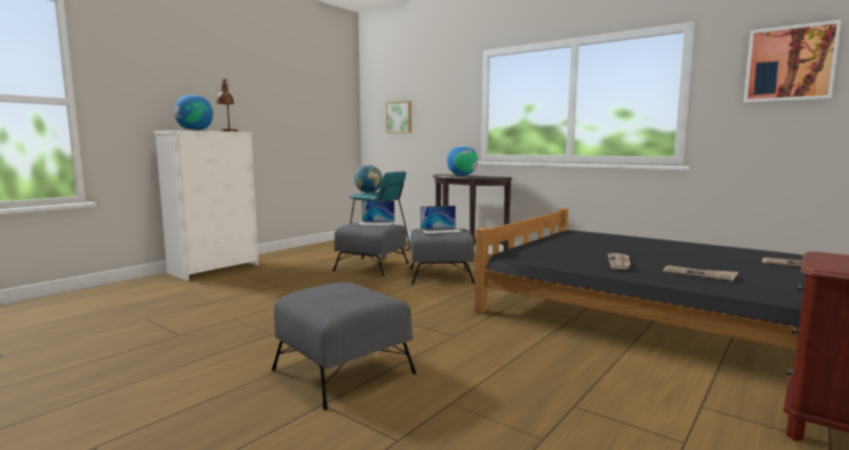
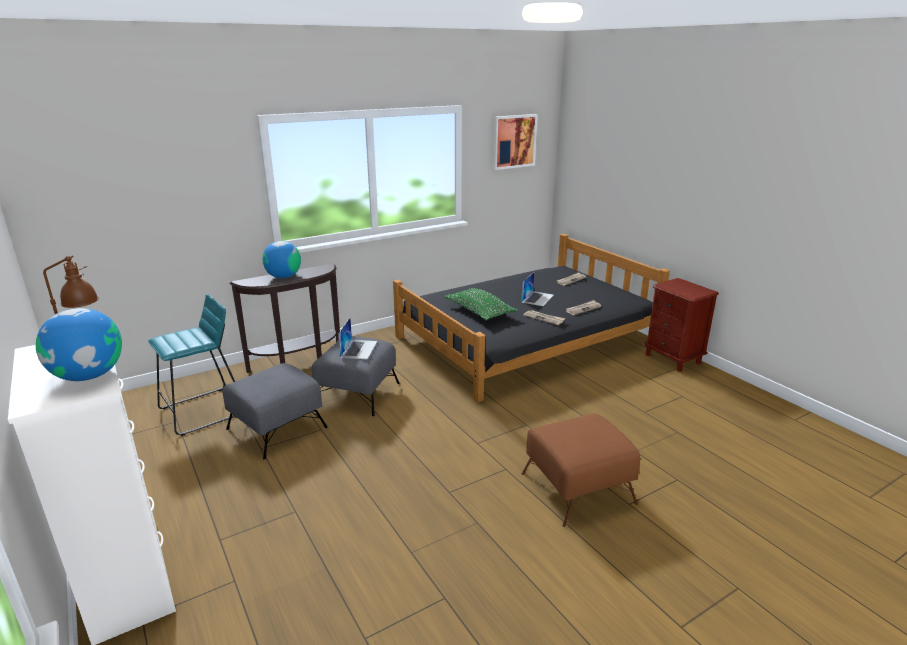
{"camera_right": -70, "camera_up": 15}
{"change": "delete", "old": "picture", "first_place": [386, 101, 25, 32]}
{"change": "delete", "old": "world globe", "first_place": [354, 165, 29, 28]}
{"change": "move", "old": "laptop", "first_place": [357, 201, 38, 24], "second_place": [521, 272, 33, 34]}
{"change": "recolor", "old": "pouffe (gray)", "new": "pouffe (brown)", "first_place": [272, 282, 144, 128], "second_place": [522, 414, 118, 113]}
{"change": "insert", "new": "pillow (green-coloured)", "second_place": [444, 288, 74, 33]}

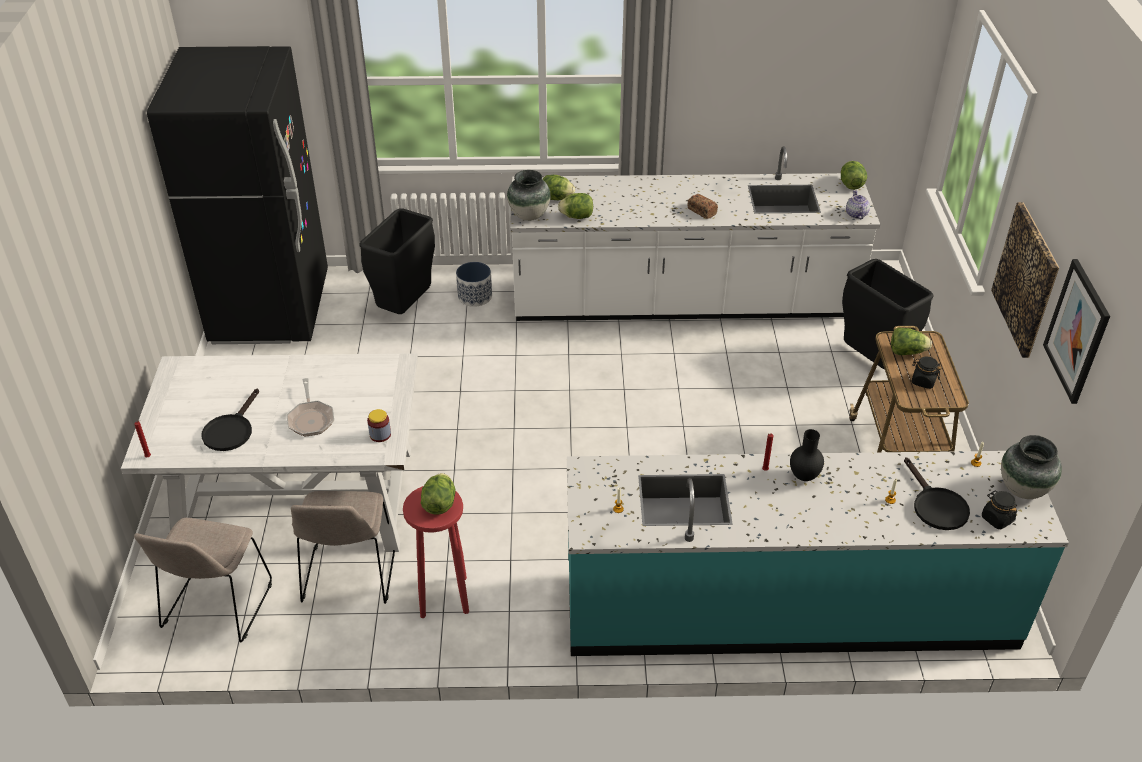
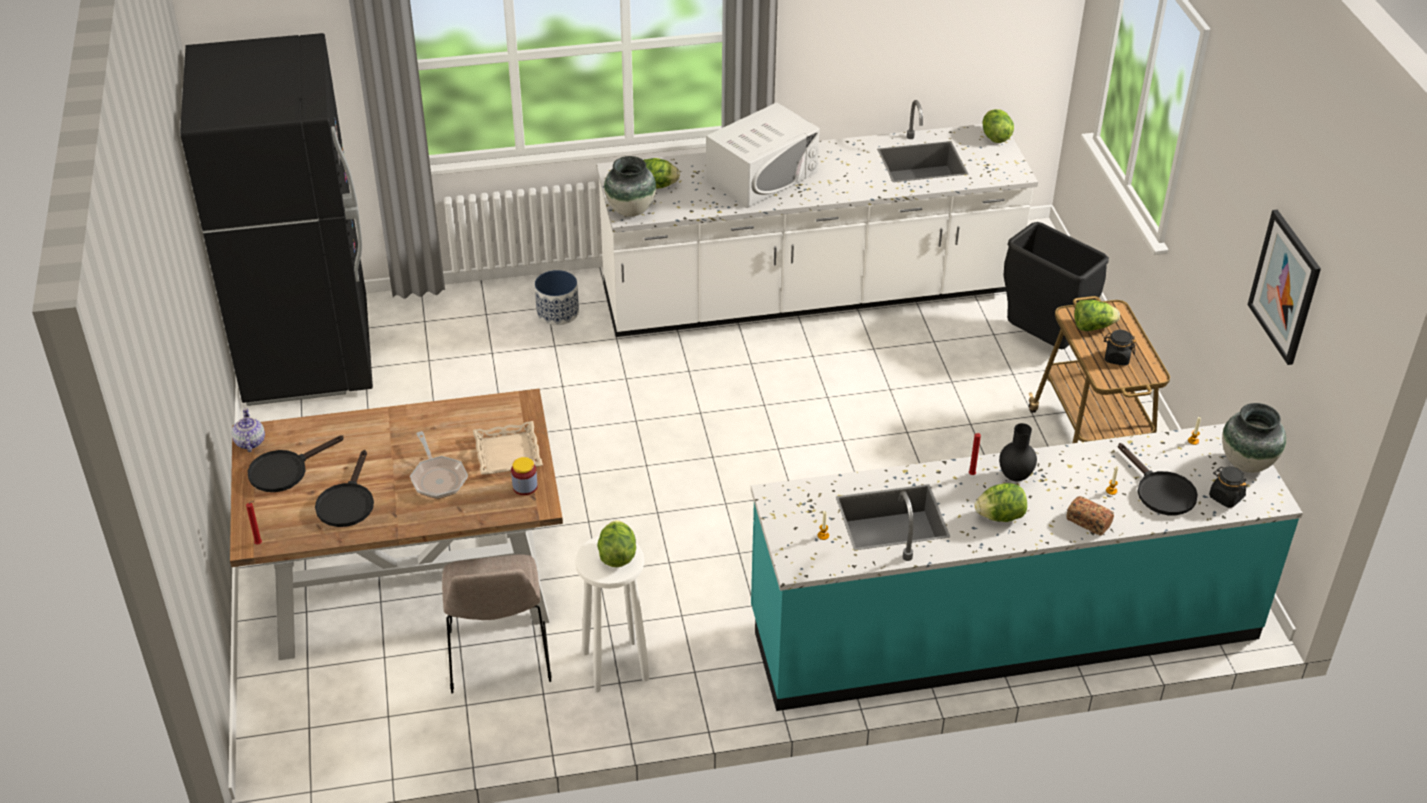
{"camera_right": -10, "camera_up": 0}
{"change": "move", "old": "teapot", "first_place": [846, 190, 24, 29], "second_place": [232, 408, 33, 44]}
{"change": "move", "old": "lettuce", "first_place": [558, 193, 35, 26], "second_place": [975, 483, 52, 39]}
{"change": "move", "old": "baked bread", "first_place": [687, 194, 31, 25], "second_place": [1067, 496, 47, 40]}
{"change": "delete", "old": "picture", "first_place": [991, 202, 68, 156]}
{"change": "delete", "old": "waste bin (black-coloured)", "first_place": [359, 208, 76, 106]}
{"change": "recolor", "old": "dining table (white-coloured)", "new": "dining table (brown)", "first_place": [121, 353, 297, 199], "second_place": [230, 389, 333, 271]}
{"change": "recolor", "old": "stool (red-coloured)", "new": "stool (white-coloured)", "first_place": [403, 486, 66, 132], "second_place": [575, 536, 74, 156]}
{"change": "delete", "old": "upright chair (sand-coloured)", "first_place": [134, 518, 138, 125]}
{"change": "insert", "new": "microwave oven (white-coloured)", "second_place": [706, 102, 114, 106]}
{"change": "insert", "new": "serving tray (sand-coloured)", "second_place": [473, 421, 70, 54]}
{"change": "insert", "new": "pan (black-coloured)", "second_place": [248, 435, 96, 57]}

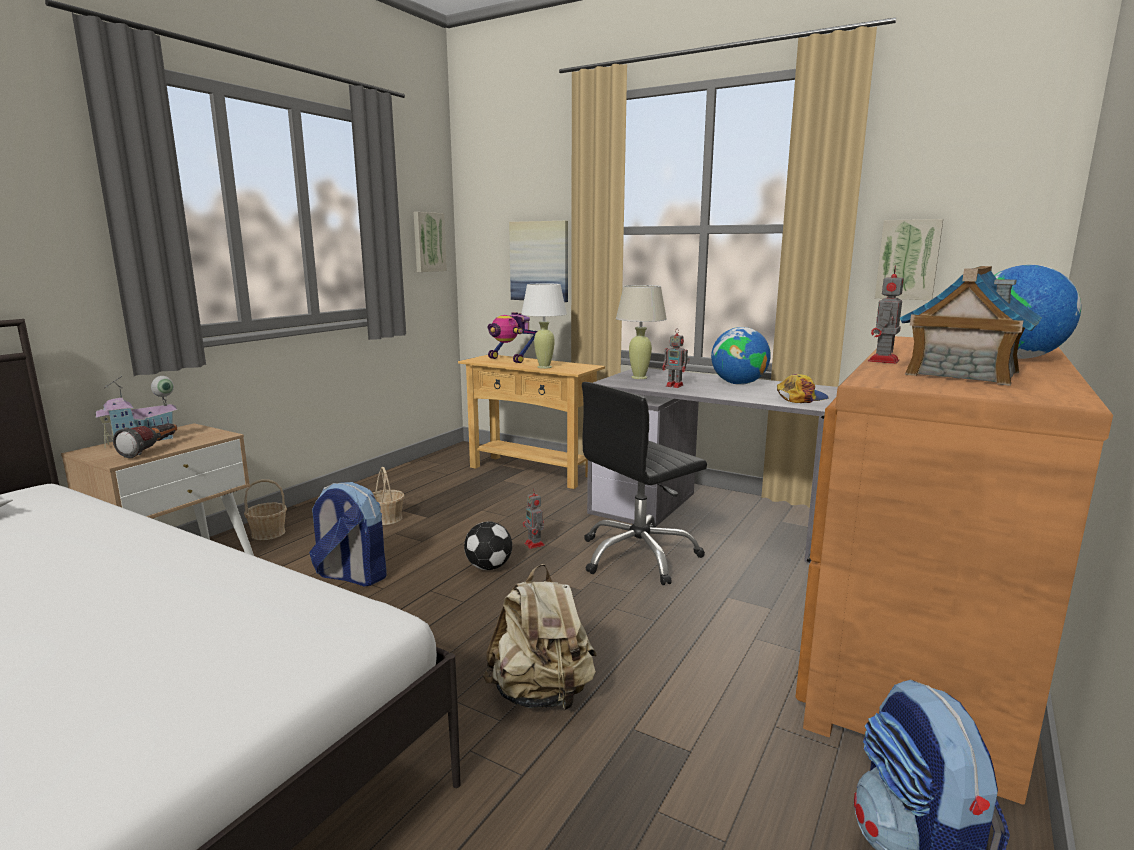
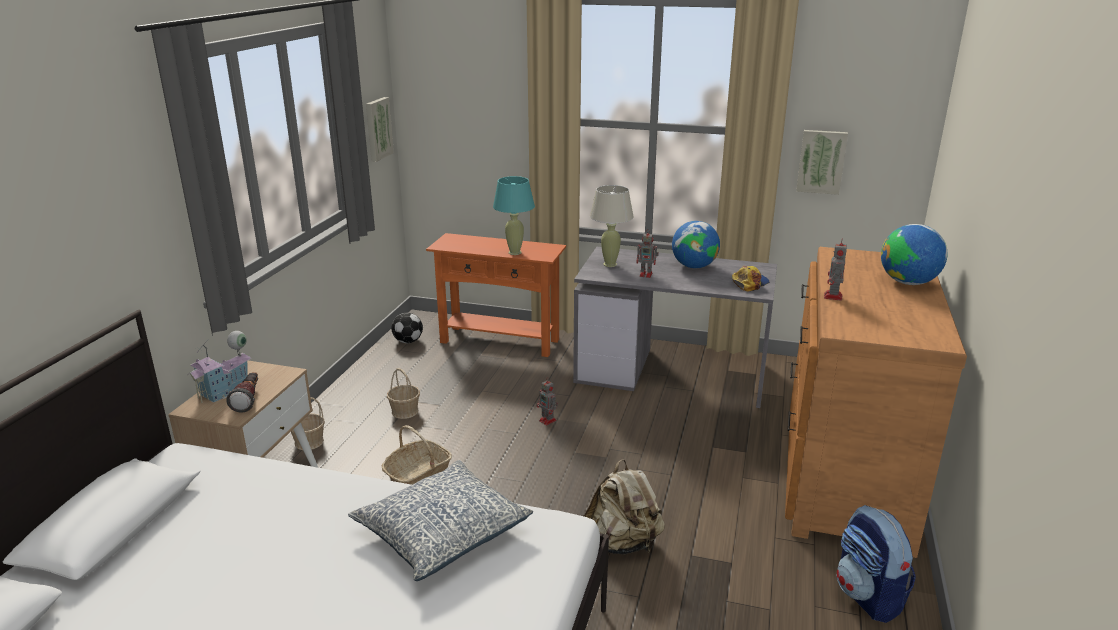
{"camera_right": -15, "camera_up": 10}
{"change": "delete", "old": "picture", "first_place": [509, 221, 59, 81]}
{"change": "delete", "old": "model house", "first_place": [900, 266, 142, 120]}
{"change": "recolor", "old": "table lamp (white-coloured)", "new": "table lamp (blue-green)", "first_place": [521, 283, 46, 86], "second_place": [493, 176, 42, 79]}
{"change": "delete", "old": "model robot", "first_place": [488, 312, 49, 51]}
{"change": "recolor", "old": "console table (sand-coloured)", "new": "console table (orangey)", "first_place": [458, 355, 147, 134], "second_place": [426, 233, 140, 124]}
{"change": "delete", "old": "desk chair (black-coloured)", "first_place": [582, 382, 125, 203]}
{"change": "replace", "old": "knapsack", "new": "storage basket", "first_place": [309, 482, 78, 104], "second_place": [382, 425, 70, 60]}
{"change": "move", "old": "football ball", "first_place": [464, 521, 48, 49], "second_place": [391, 313, 32, 30]}
{"change": "insert", "new": "pillow", "second_place": [348, 460, 185, 121]}

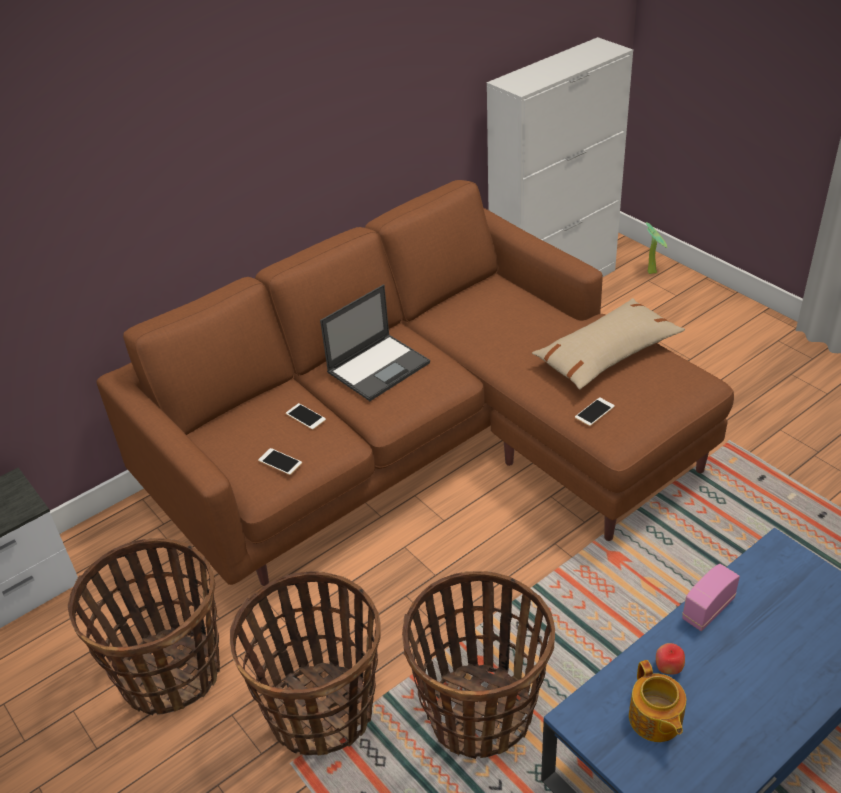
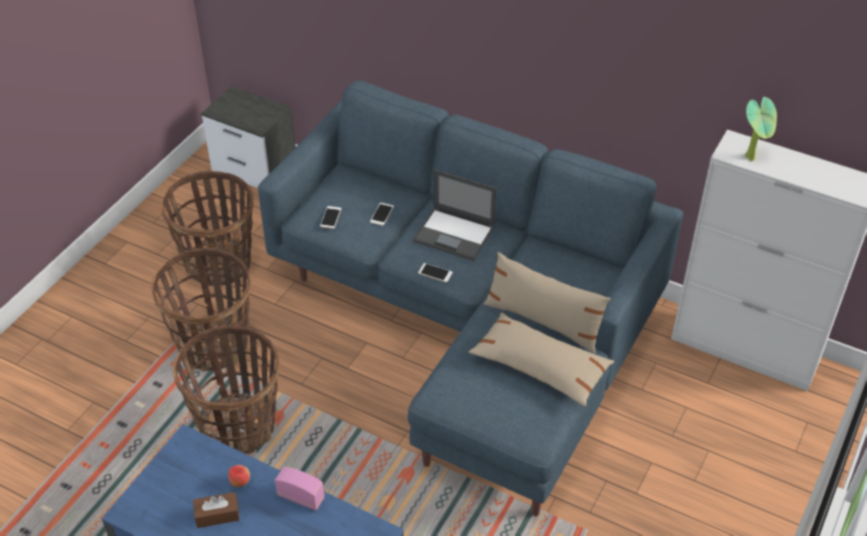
{"camera_right": 65, "camera_up": 5}
{"change": "recolor", "old": "settee (brown)", "new": "settee (blue)", "first_place": [96, 180, 638, 406], "second_place": [258, 80, 425, 436]}
{"change": "move", "old": "potted plant", "first_place": [646, 222, 21, 52], "second_place": [745, 97, 32, 64]}
{"change": "move", "old": "telephone", "first_place": [575, 397, 40, 29], "second_place": [418, 263, 35, 19]}
{"change": "delete", "old": "teapot", "first_place": [629, 660, 57, 82]}
{"change": "insert", "new": "pillow (sand-coloured)", "second_place": [484, 252, 127, 102]}
{"change": "insert", "new": "box of tissues (brown)", "second_place": [193, 492, 46, 36]}

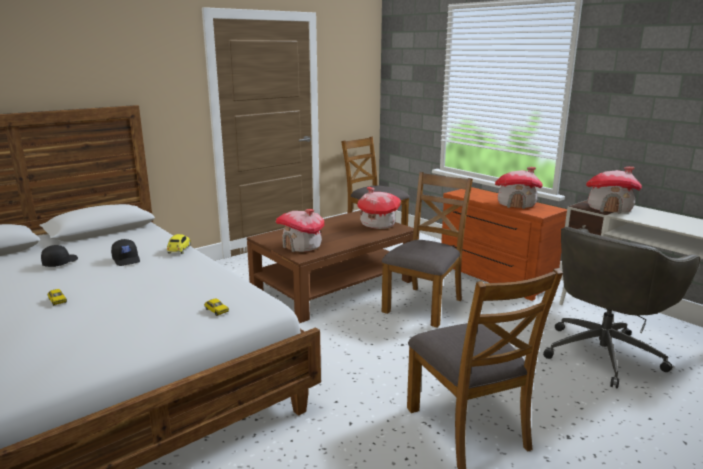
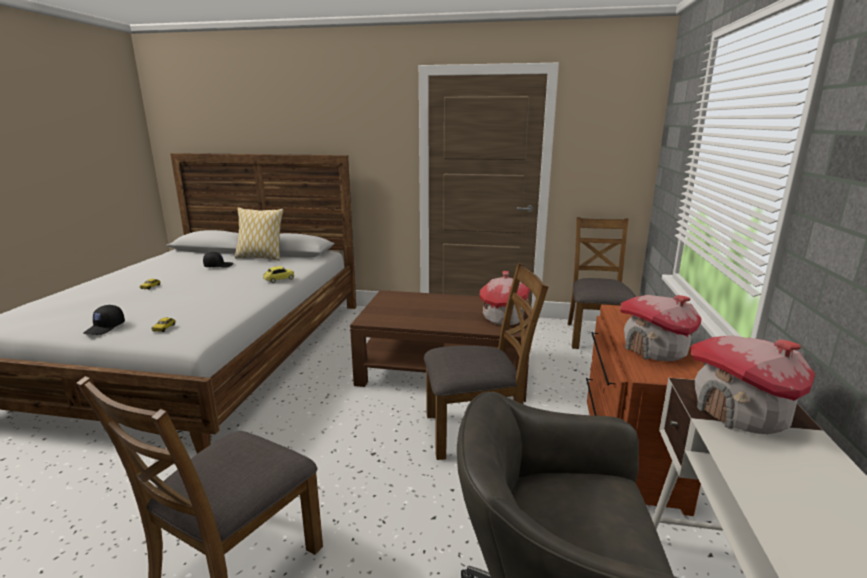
{"camera_right": 50, "camera_up": 0}
{"change": "delete", "old": "model house", "first_place": [276, 209, 48, 43]}
{"change": "move", "old": "baseball cap (black-coloured)", "first_place": [111, 239, 29, 27], "second_place": [84, 305, 41, 30]}
{"change": "insert", "new": "pillow", "second_place": [235, 207, 49, 54]}

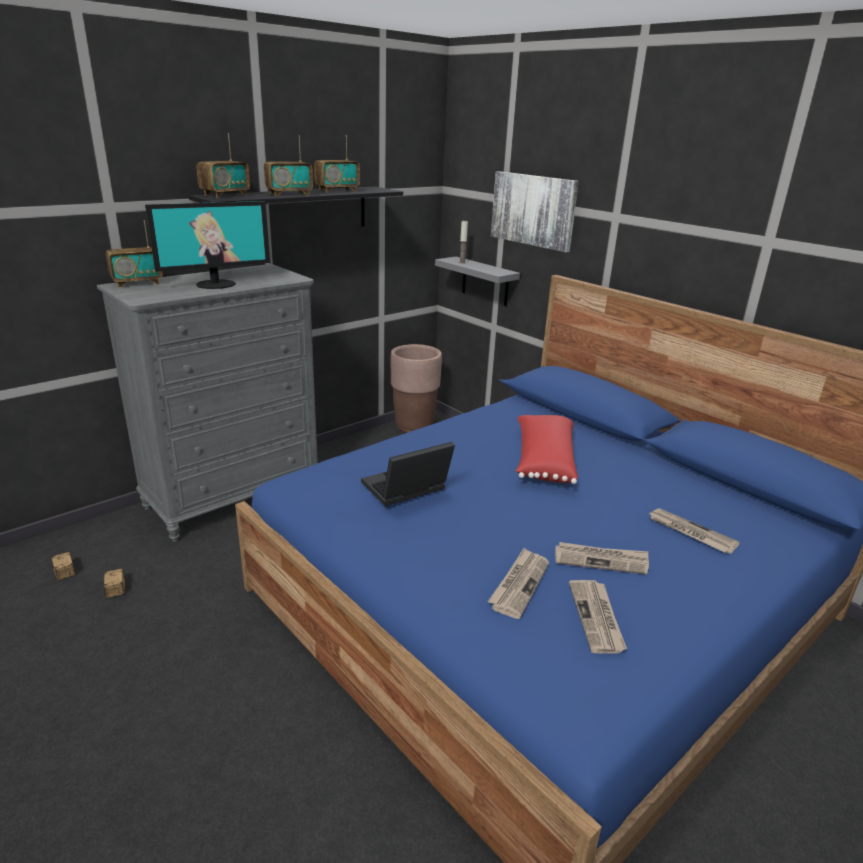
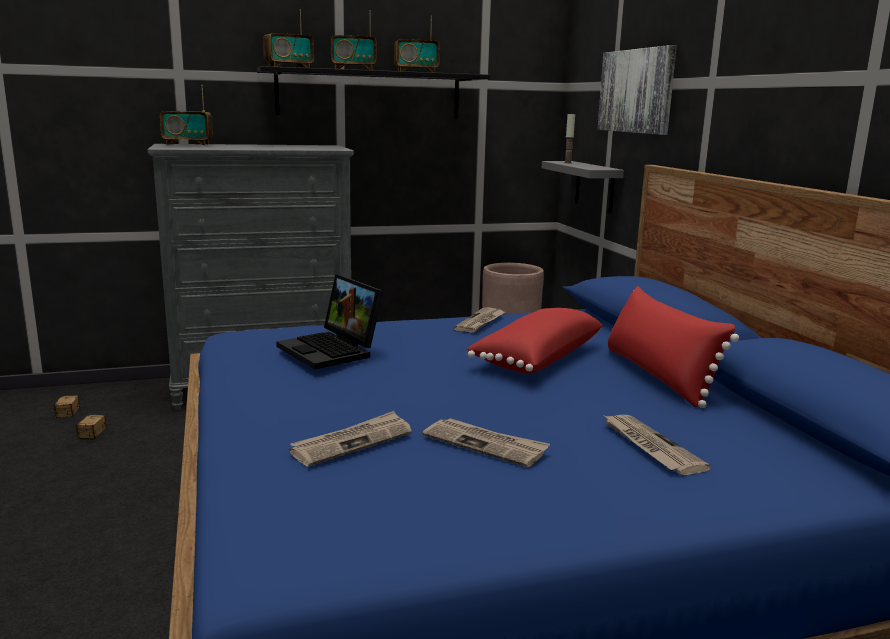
{"camera_right": 25, "camera_up": -10}
{"change": "delete", "old": "monitor", "first_place": [145, 201, 125, 88]}
{"change": "rotate", "old": "laptop", "first_place": [361, 442, 94, 65], "second_place": [276, 274, 107, 95], "degrees": -120}
{"change": "move", "old": "newspaper", "first_place": [569, 580, 58, 74], "second_place": [454, 308, 51, 25]}
{"change": "insert", "new": "pillow (red-coloured)", "second_place": [608, 286, 131, 122]}

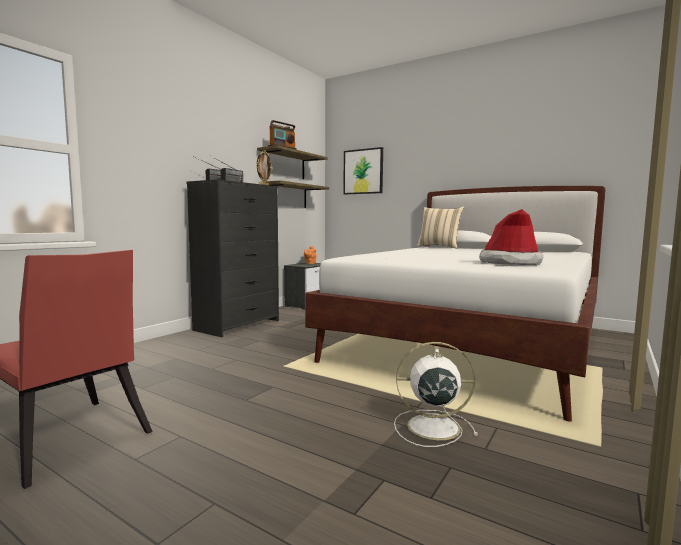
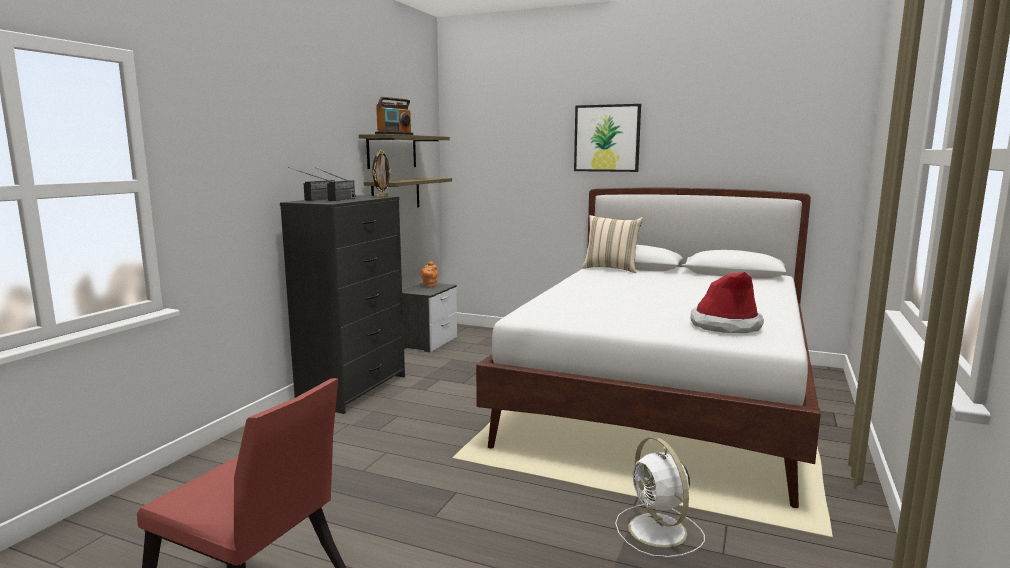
{"camera_right": -10, "camera_up": 5}
{"change": "move", "old": "picture", "first_place": [343, 147, 40, 47], "second_place": [574, 104, 67, 68]}
{"change": "rotate", "old": "electric fan (white-coloured)", "first_place": [394, 342, 84, 105], "second_place": [615, 437, 90, 120], "degrees": -105}

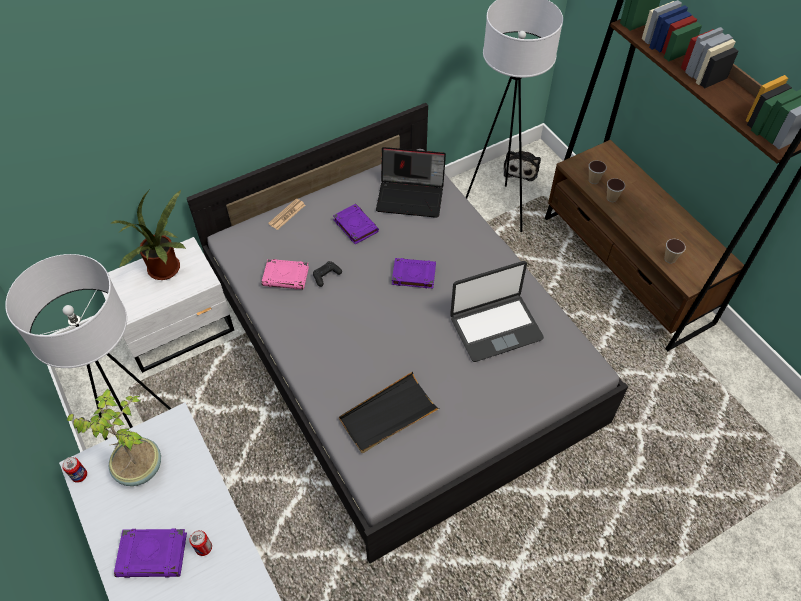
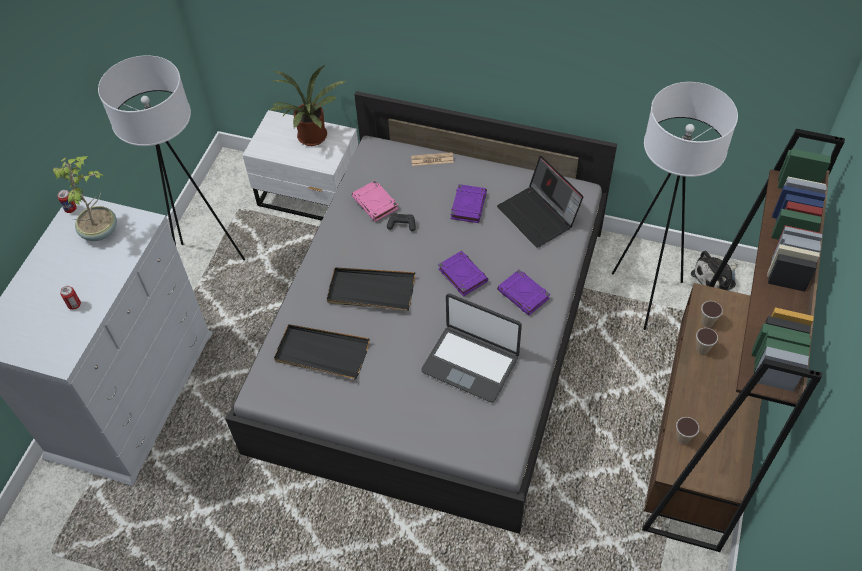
{"camera_right": 50, "camera_up": 0}
{"change": "move", "old": "bound book (purple)", "first_place": [114, 528, 73, 50], "second_place": [497, 269, 53, 46]}
{"change": "insert", "new": "serving tray (black-coloured)", "second_place": [327, 267, 88, 44]}

